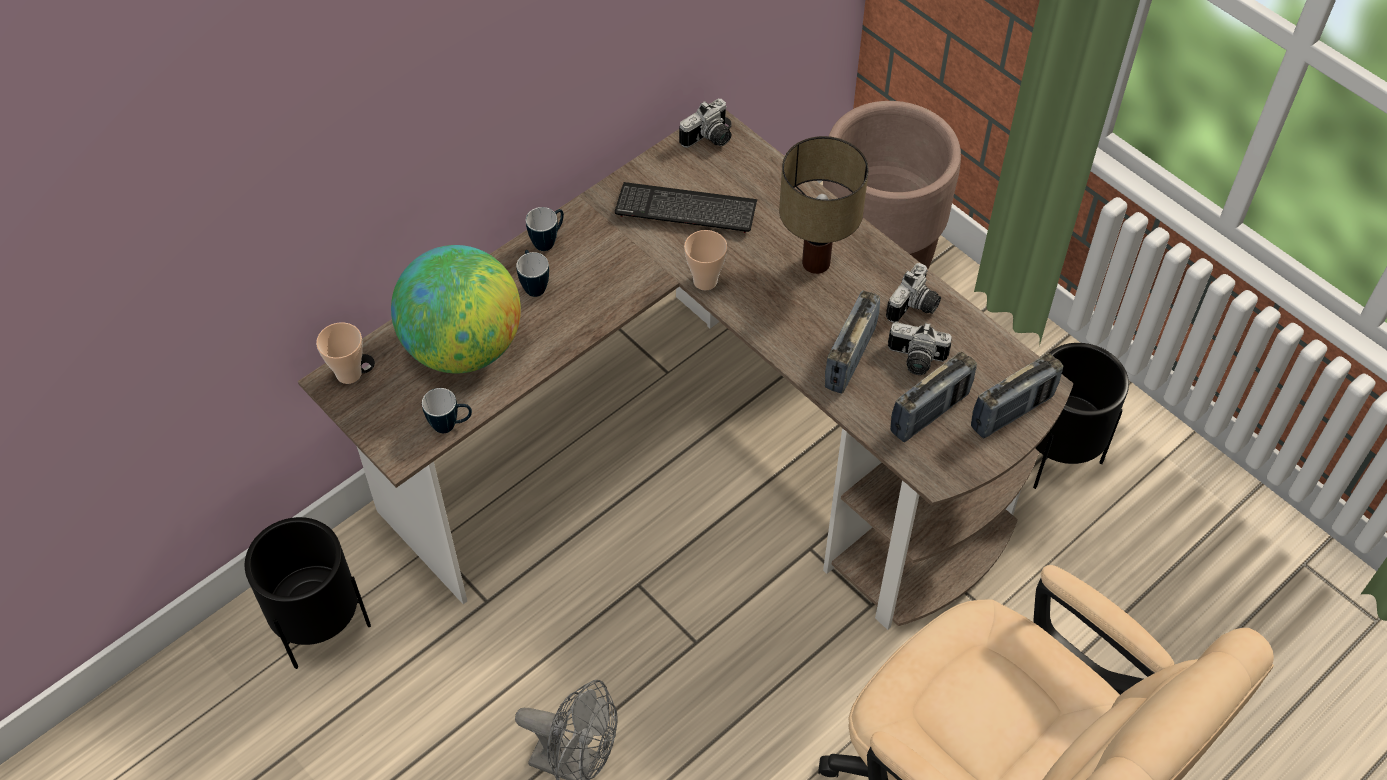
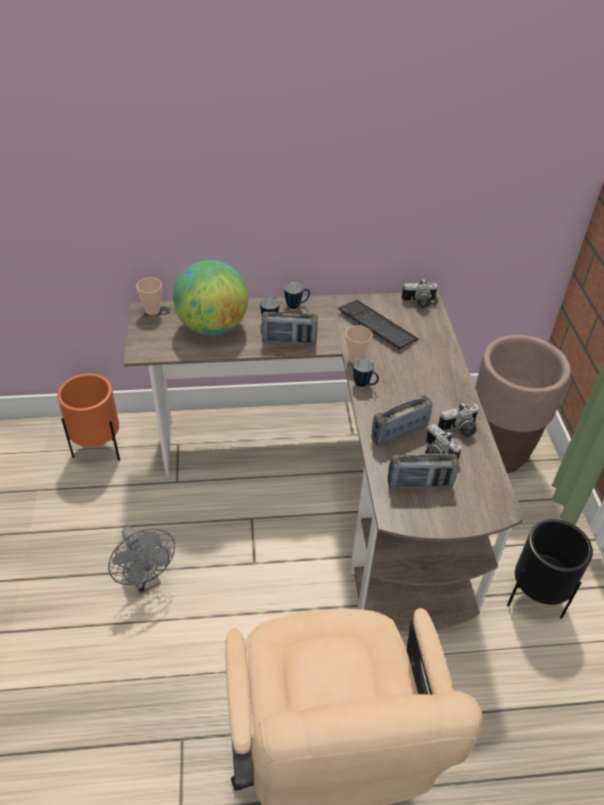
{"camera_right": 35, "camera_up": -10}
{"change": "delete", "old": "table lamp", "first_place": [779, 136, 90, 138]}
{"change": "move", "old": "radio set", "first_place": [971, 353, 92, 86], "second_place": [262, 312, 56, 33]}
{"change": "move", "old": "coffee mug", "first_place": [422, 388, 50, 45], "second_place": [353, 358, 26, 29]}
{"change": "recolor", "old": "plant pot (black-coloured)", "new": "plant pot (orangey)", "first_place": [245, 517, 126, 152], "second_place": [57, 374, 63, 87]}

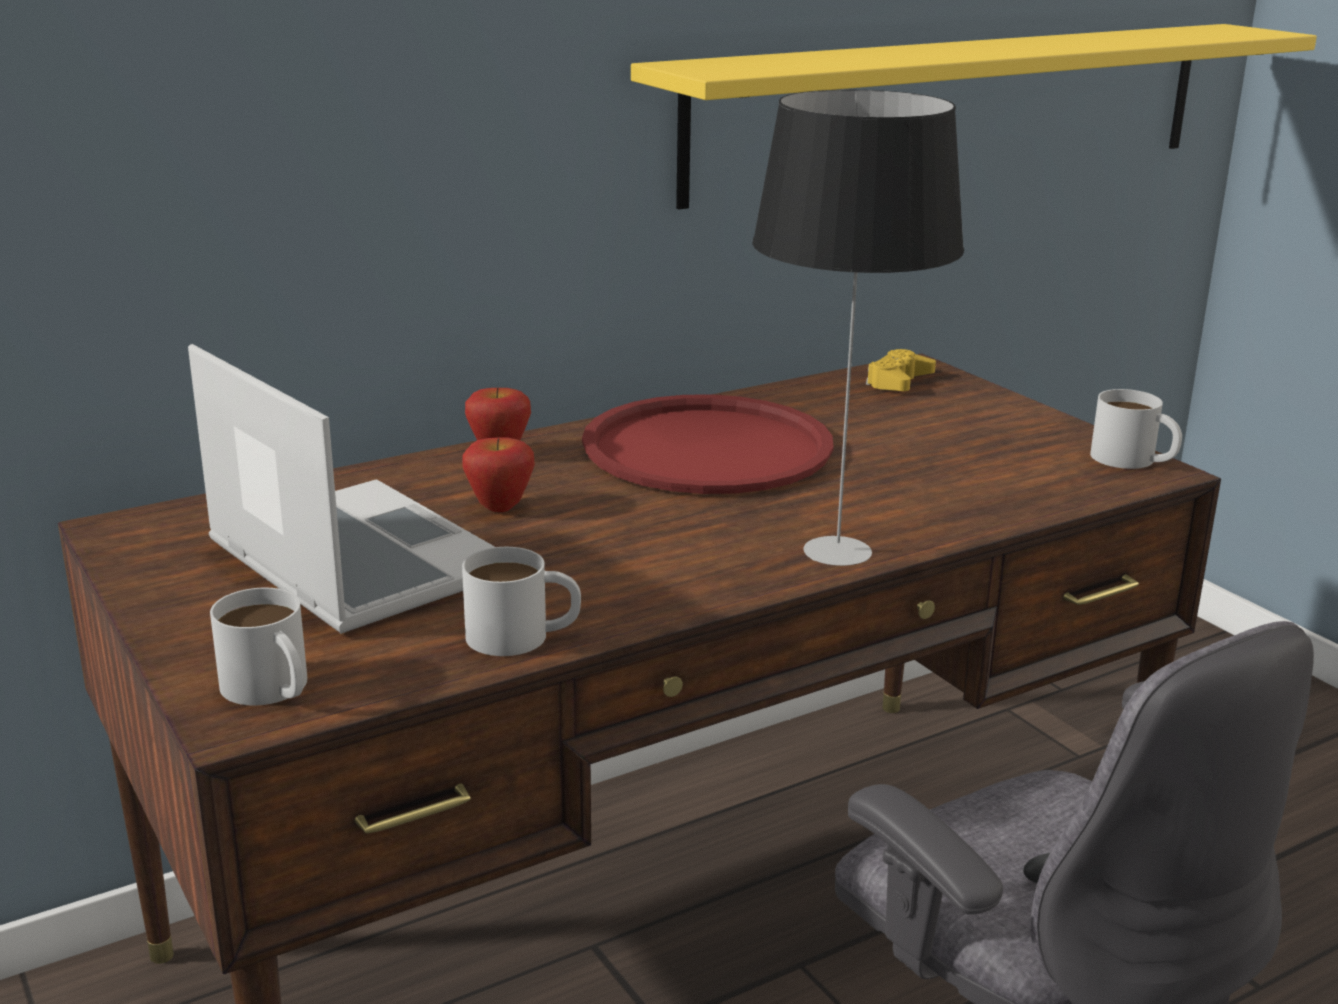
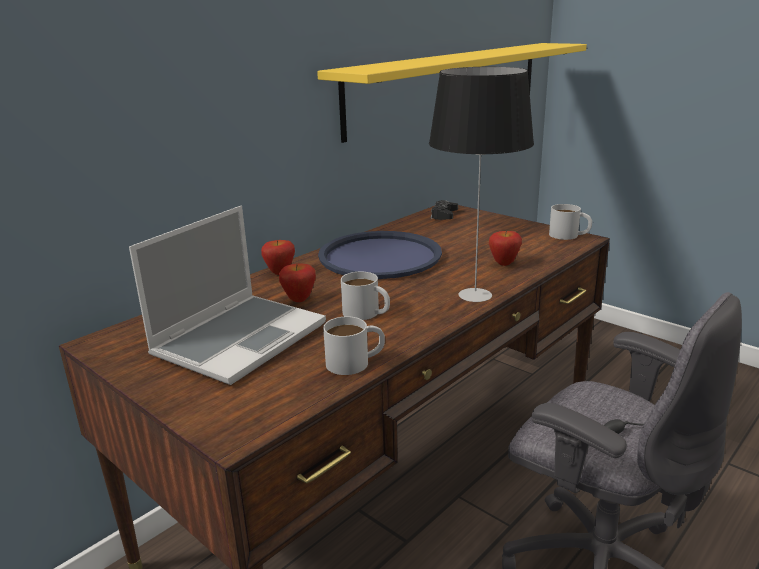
{"camera_right": -15, "camera_up": 0}
{"change": "rotate", "old": "laptop", "first_place": [188, 344, 307, 290], "second_place": [129, 206, 197, 179], "degrees": 90}
{"change": "recolor", "old": "game controller (yellow-coloured)", "new": "game controller (black-coloured)", "first_place": [866, 349, 70, 42], "second_place": [431, 200, 27, 20]}
{"change": "recolor", "old": "serving tray (red-coloured)", "new": "serving tray (blue)", "first_place": [582, 394, 252, 100], "second_place": [318, 231, 124, 48]}
{"change": "move", "old": "coffee mug (white-coloured)", "first_place": [210, 588, 97, 117], "second_place": [341, 272, 49, 48]}
{"change": "insert", "new": "apple", "second_place": [489, 230, 33, 36]}

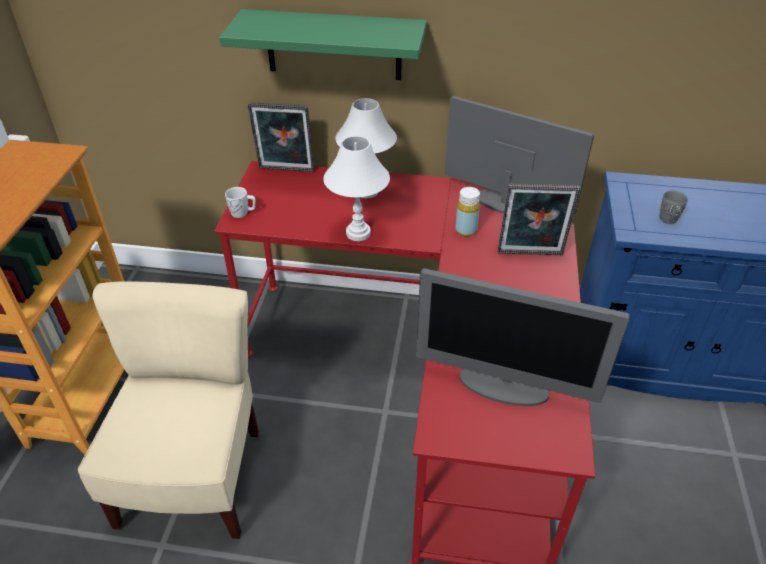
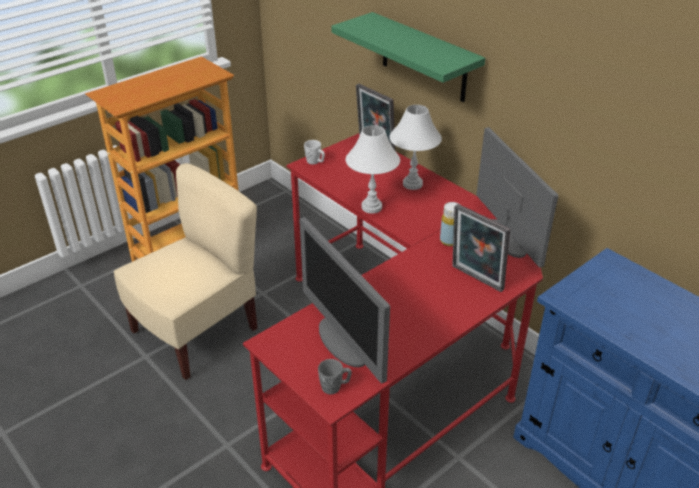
{"camera_right": 40, "camera_up": -5}
{"change": "move", "old": "coffee mug (gray)", "first_place": [660, 190, 28, 34], "second_place": [318, 359, 34, 35]}

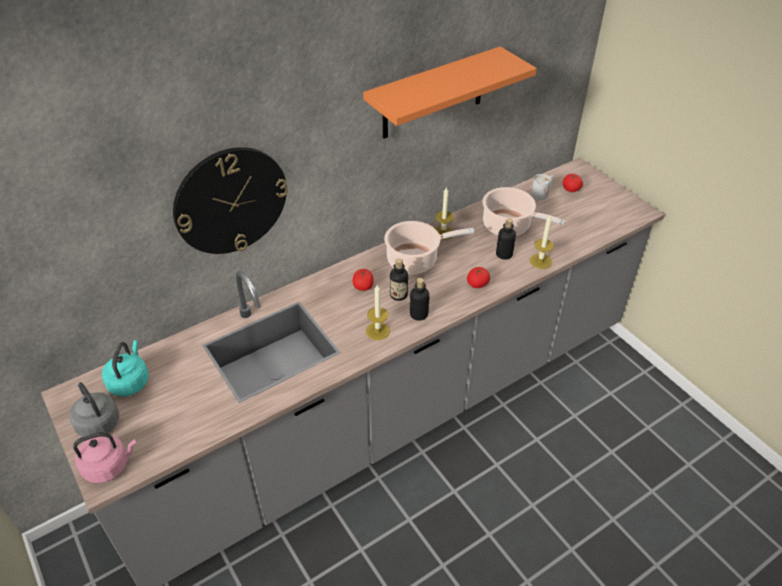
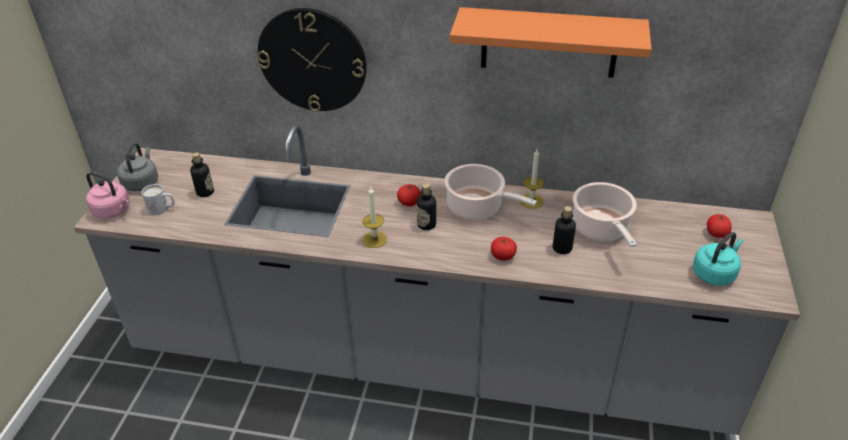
{"camera_right": 45, "camera_up": -5}
{"change": "move", "old": "coffee mug (white-coloured)", "first_place": [531, 174, 23, 26], "second_place": [142, 184, 33, 31]}
{"change": "delete", "old": "wax light", "first_place": [530, 216, 24, 53]}
{"change": "move", "old": "bottle", "first_place": [410, 278, 19, 43], "second_place": [190, 152, 24, 45]}
{"change": "move", "old": "tea kettle (blue-green)", "first_place": [102, 340, 47, 57], "second_place": [693, 232, 50, 54]}

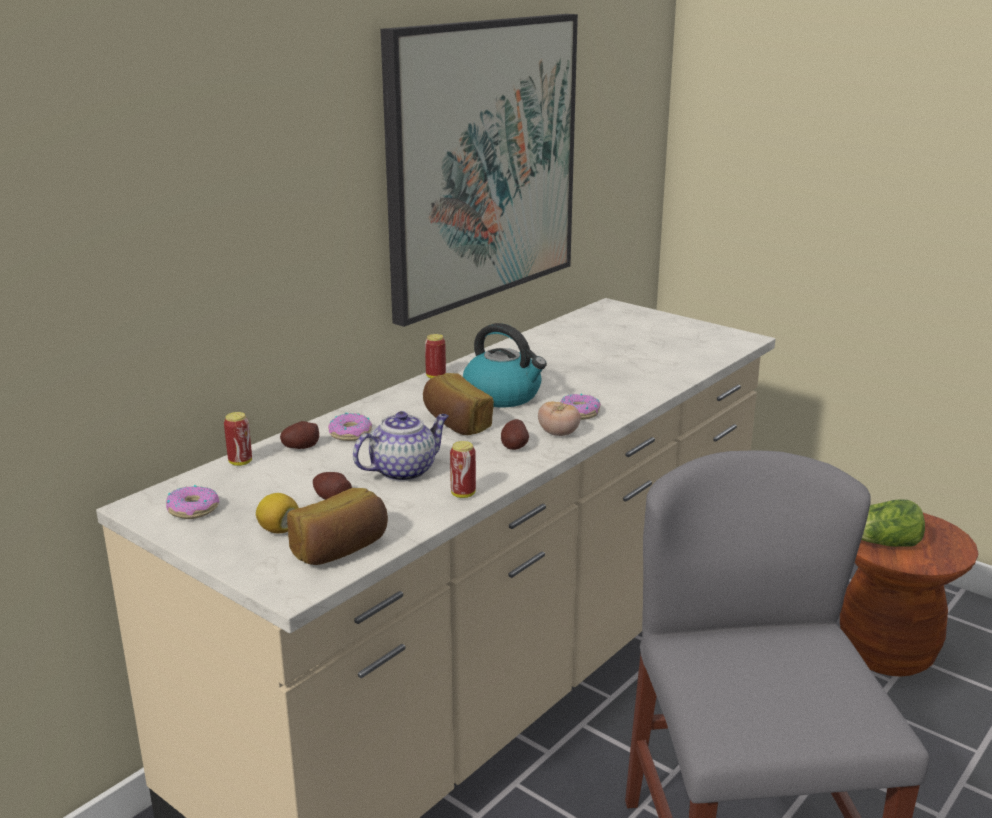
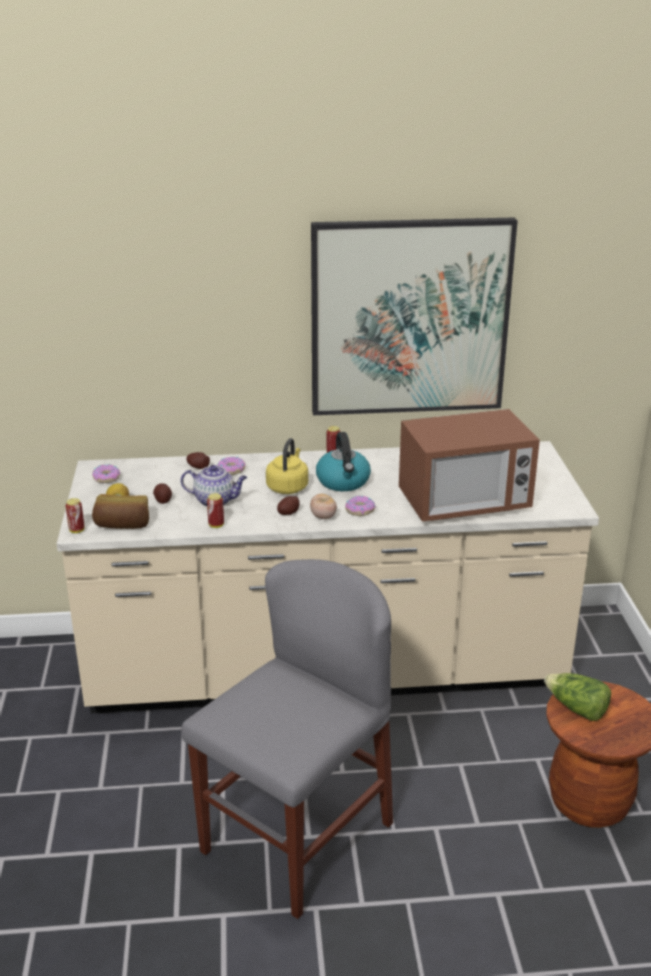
{"camera_right": 45, "camera_up": 5}
{"change": "replace", "old": "baked bread", "new": "tea kettle (yellow-coloured)", "first_place": [423, 373, 71, 62], "second_place": [266, 438, 42, 56]}
{"change": "move", "old": "sealed can", "first_place": [224, 412, 28, 54], "second_place": [66, 498, 18, 35]}
{"change": "insert", "new": "microwave oven", "second_place": [399, 409, 141, 113]}

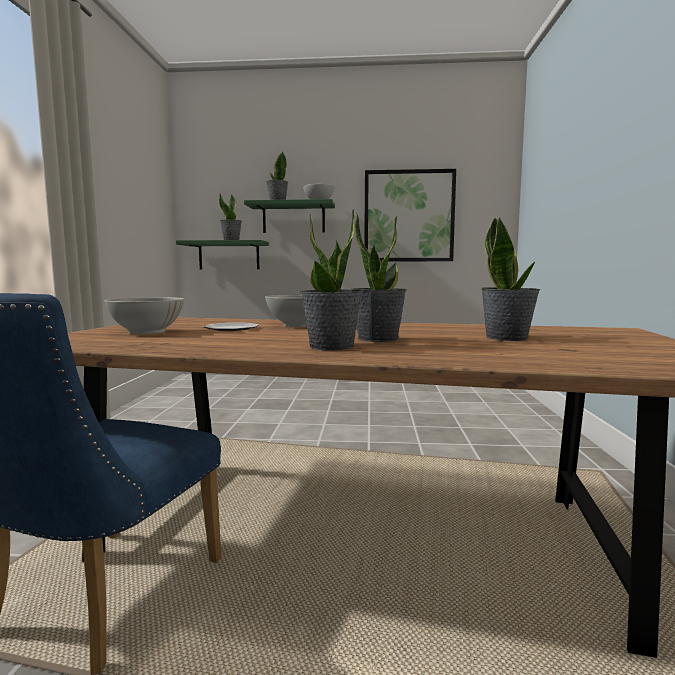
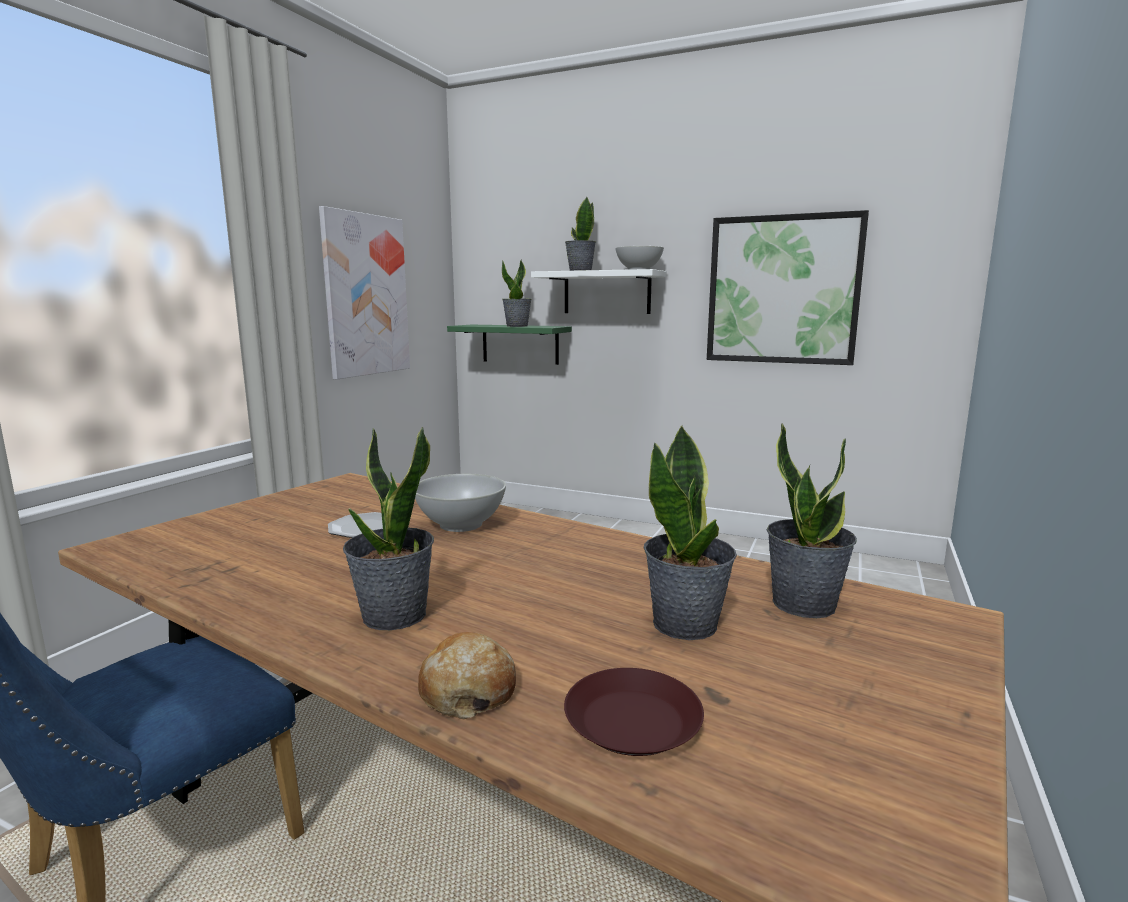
{"camera_right": 20, "camera_up": 5}
{"change": "recolor", "old": "wall shelf (green-coloured)", "new": "wall shelf (white-coloured)", "first_place": [244, 199, 91, 34], "second_place": [531, 269, 136, 45]}
{"change": "move", "old": "potted plant", "first_place": [352, 213, 55, 129], "second_place": [766, 423, 91, 195]}
{"change": "delete", "old": "bowl (white-coloured)", "first_place": [104, 297, 80, 37]}
{"change": "insert", "new": "picture", "second_place": [319, 206, 91, 173]}
{"change": "insert", "new": "baked bread", "second_place": [418, 632, 98, 87]}
{"change": "insert", "new": "flat dish (brown)", "second_place": [564, 668, 140, 88]}

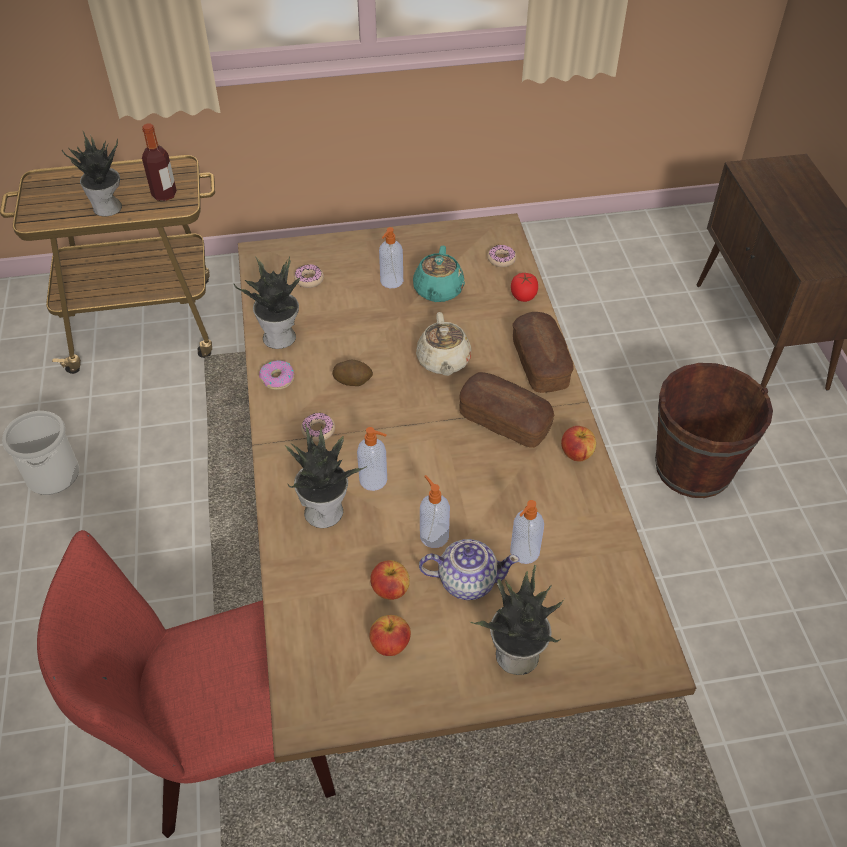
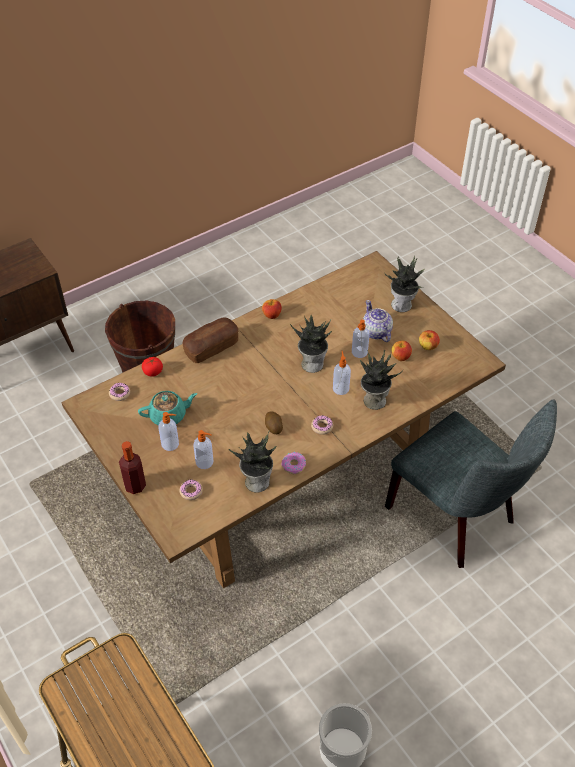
{"camera_right": -115, "camera_up": 0}
{"change": "move", "old": "bottle", "first_place": [142, 123, 35, 78], "second_place": [119, 441, 27, 53]}
{"change": "move", "old": "potted plant", "first_place": [62, 132, 60, 85], "second_place": [290, 315, 42, 58]}
{"change": "delete", "old": "teapot (sand-coloured)", "first_place": [416, 312, 55, 64]}
{"change": "delete", "old": "baked bread", "first_place": [459, 372, 95, 76]}
{"change": "move", "old": "soap dispenser", "first_place": [510, 500, 34, 64], "second_place": [193, 430, 20, 39]}
{"change": "recolor", "old": "upright chair (red-coloured)", "new": "upright chair (gray)", "first_place": [37, 530, 299, 308], "second_place": [385, 399, 172, 169]}

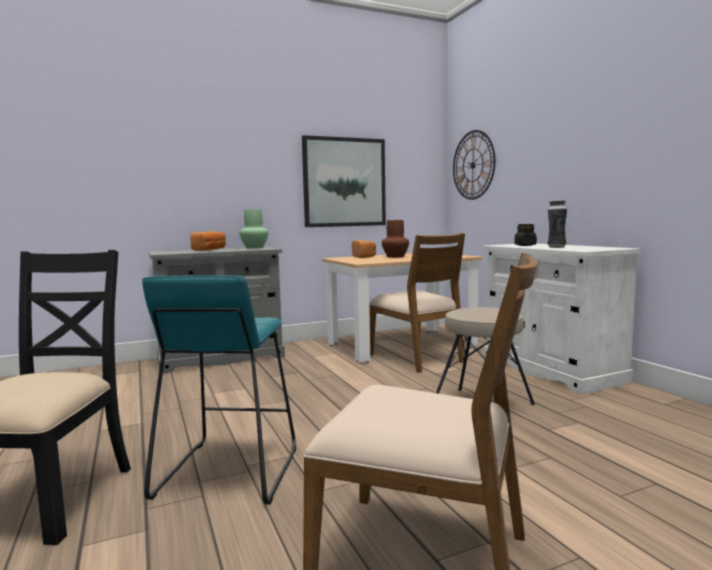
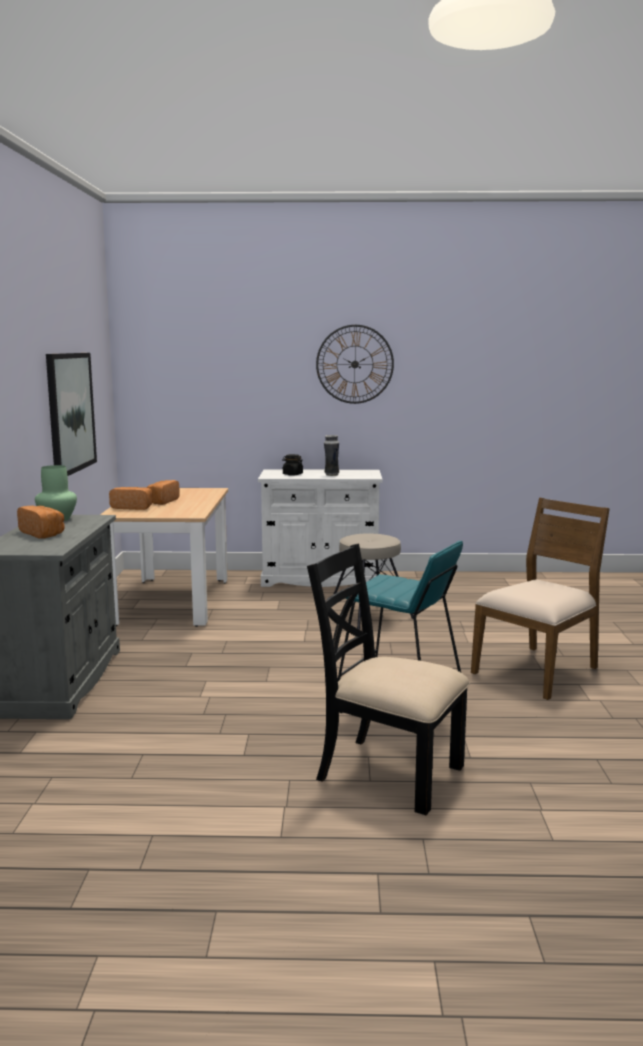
{"camera_right": -65, "camera_up": 5}
{"change": "move", "old": "hanging clock", "first_place": [453, 130, 42, 70], "second_place": [316, 325, 78, 79]}
{"change": "replace", "old": "flower vase (brown)", "new": "baked bread", "first_place": [382, 220, 27, 38], "second_place": [146, 480, 34, 25]}
{"change": "delete", "old": "upright chair (brown)", "first_place": [369, 233, 96, 140]}

